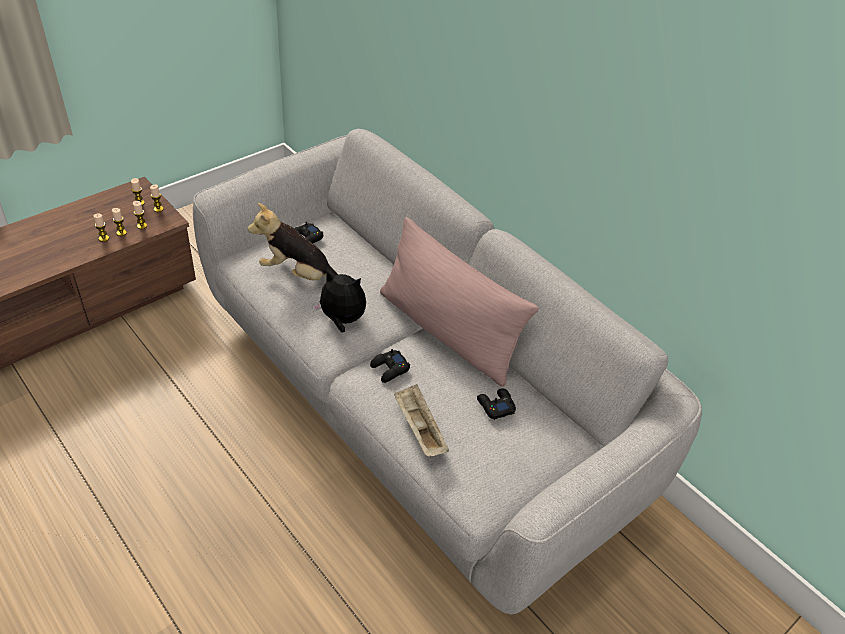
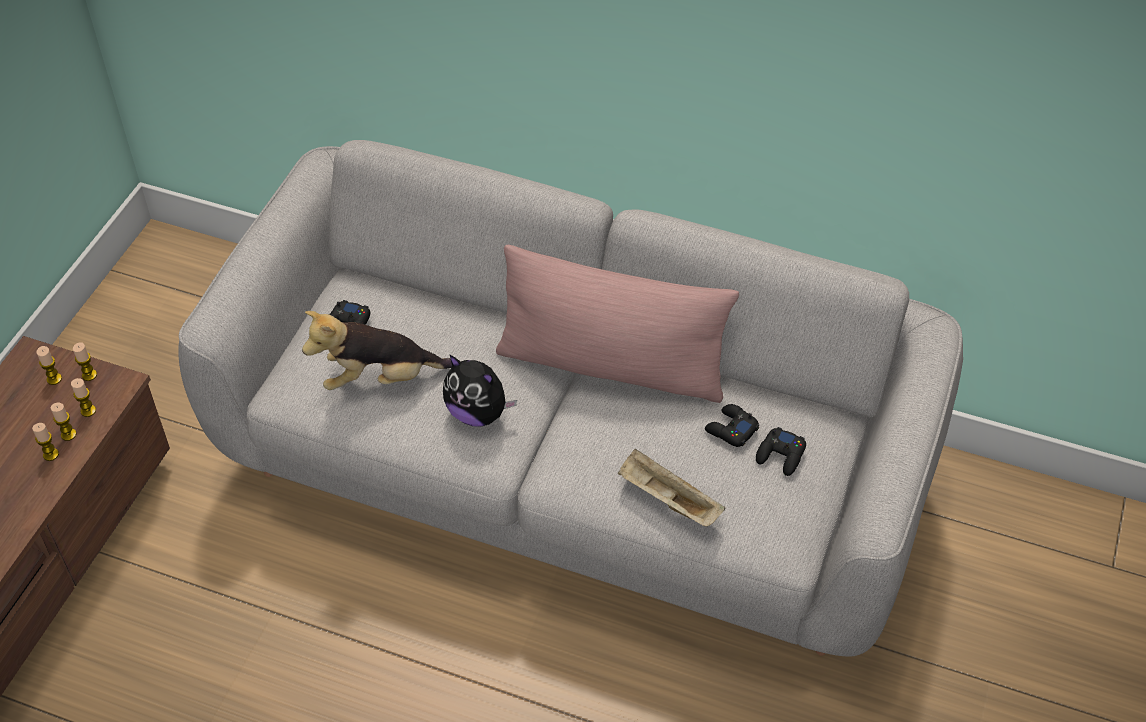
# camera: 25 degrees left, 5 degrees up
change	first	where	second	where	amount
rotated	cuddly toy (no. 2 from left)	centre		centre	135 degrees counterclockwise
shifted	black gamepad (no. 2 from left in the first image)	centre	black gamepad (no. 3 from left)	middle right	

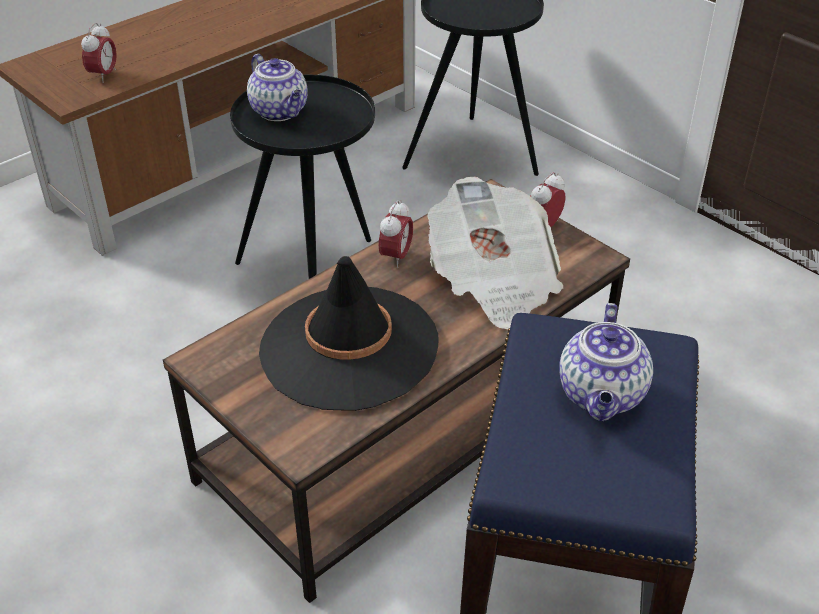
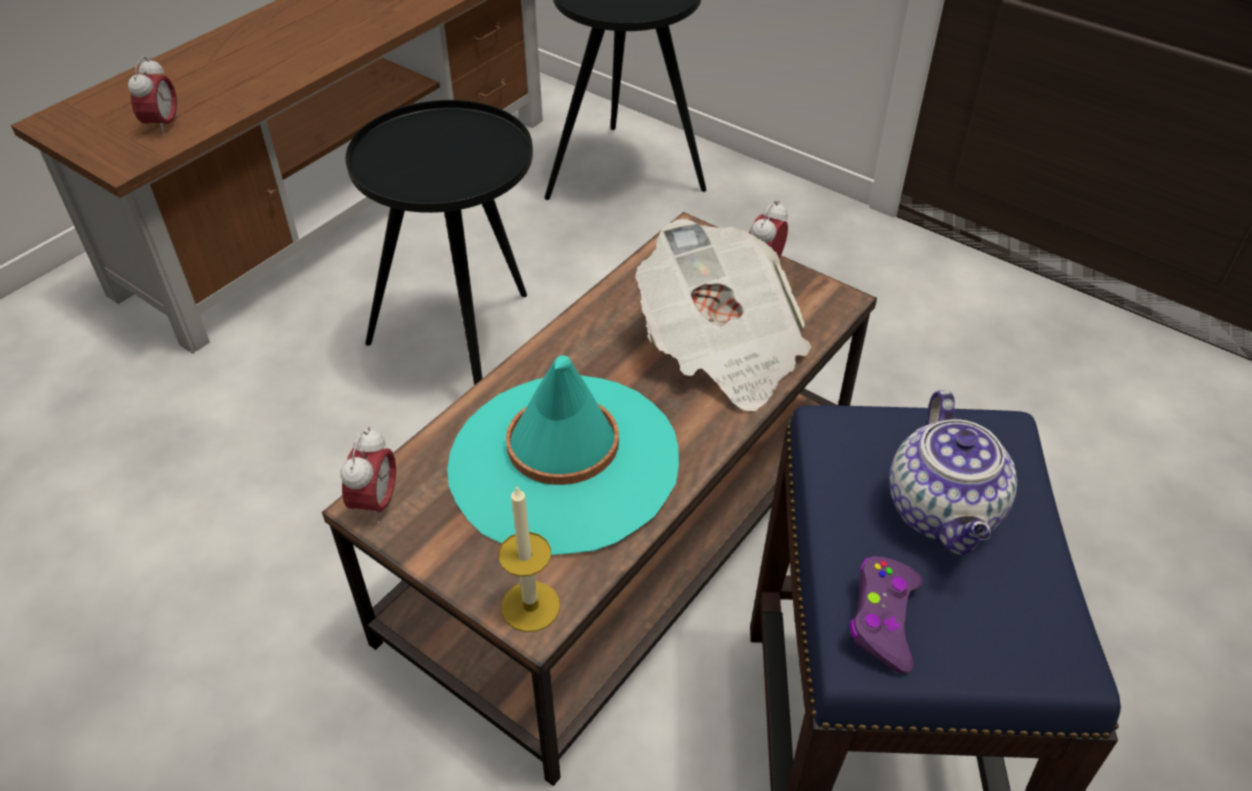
# camera: 10 degrees left, 5 degrees up
change	first	where	second	where	amount
shifted	bedside clock (no. 2 from left)	centre		middle left	
repainted	black hat	centre	turquoise hat	centre	
new			wax light	bottom centre	
new			purple gamepad	bottom right	
gone	teapot (no. 1 from left)	top centre			

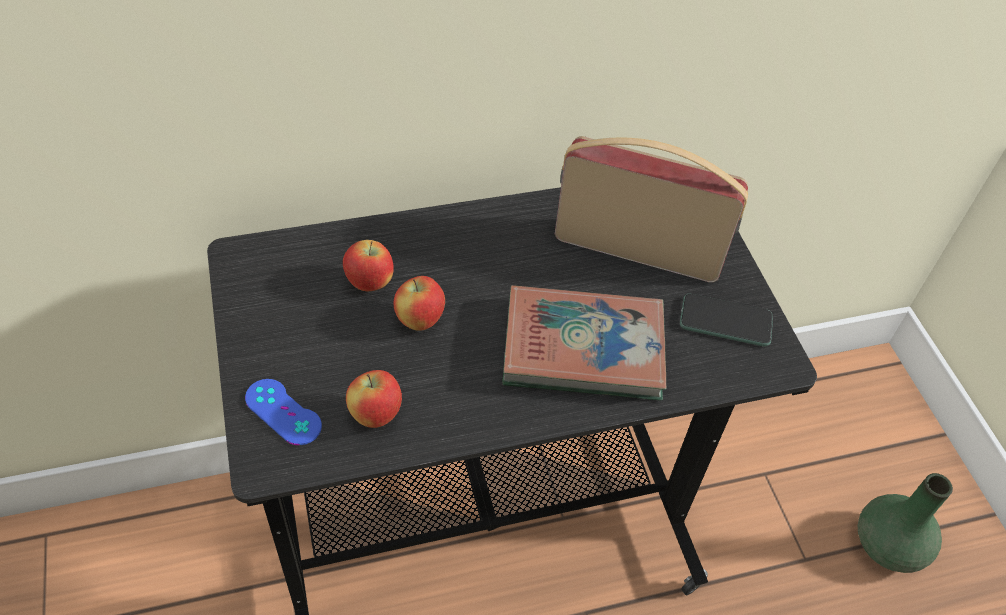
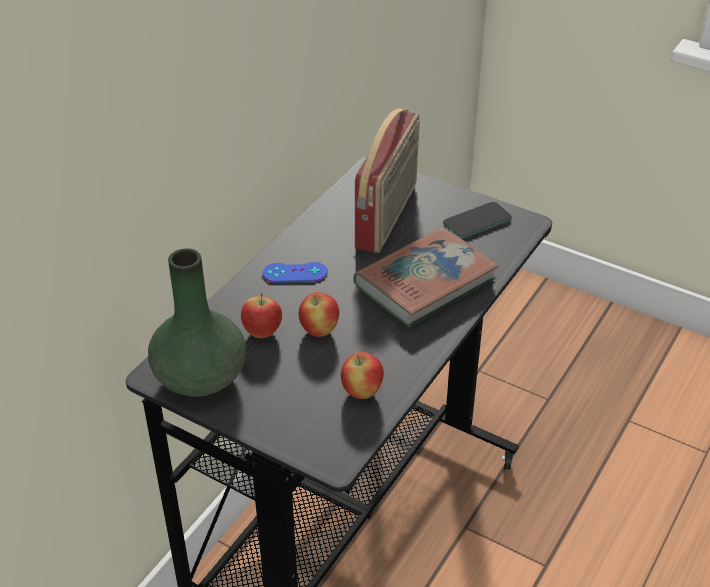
# camera: 40 degrees left, 10 degrees down
change	first	where	second	where	amount
shifted	green decorative vase	bottom right		middle left	
shifted	blue gamepad	bottom left		centre	
rotated	radio	centre		top centre	135 degrees clockwise

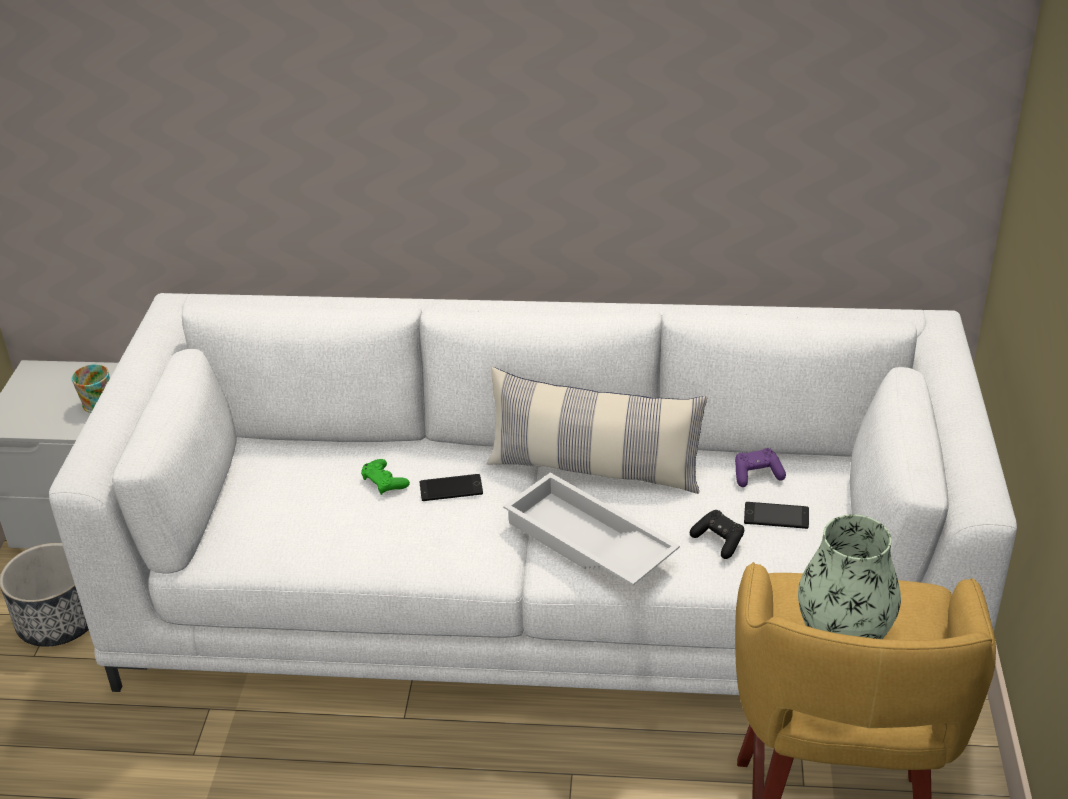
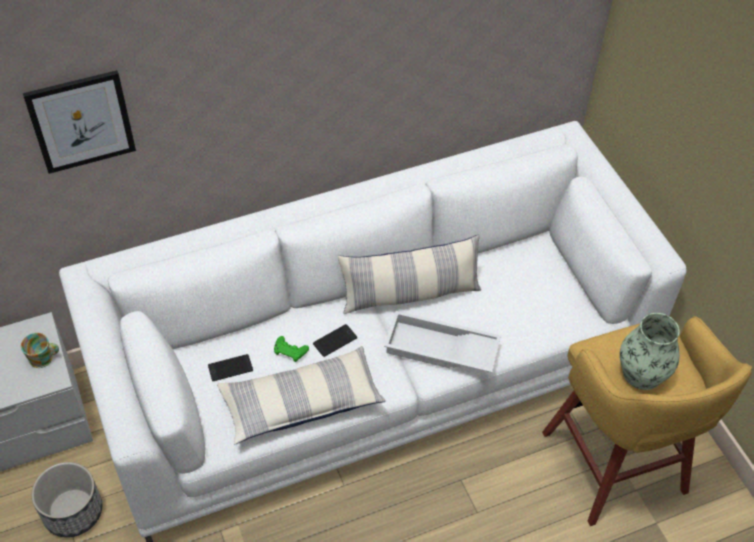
# camera: 30 degrees left, 15 degrees up
change	first	where	second	where	amount
new			wall picture	top left	
shifted	handset (no. 2 from left in the first image)	middle right	handset (no. 1 from left)	bottom left	
new			cushion (no. 1 from left)	bottom centre	
gone	black gamepad	bottom right			
gone	purple gamepad	middle right			

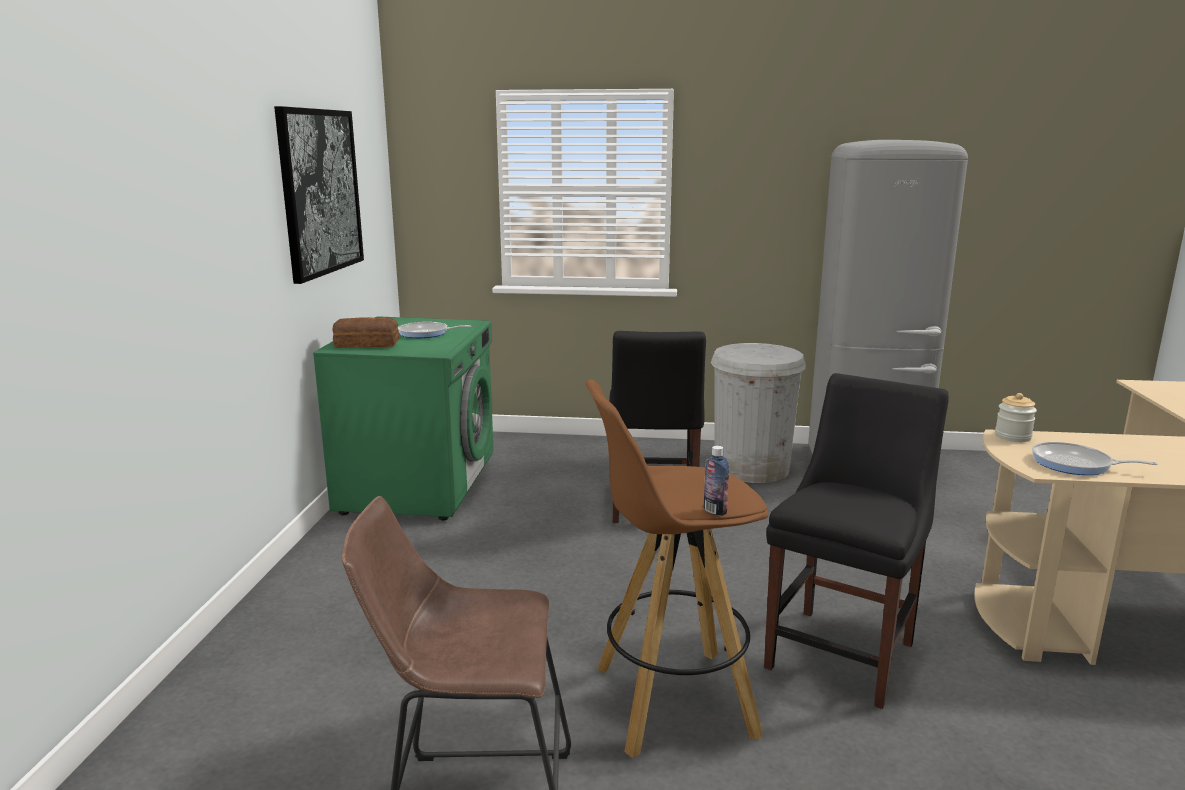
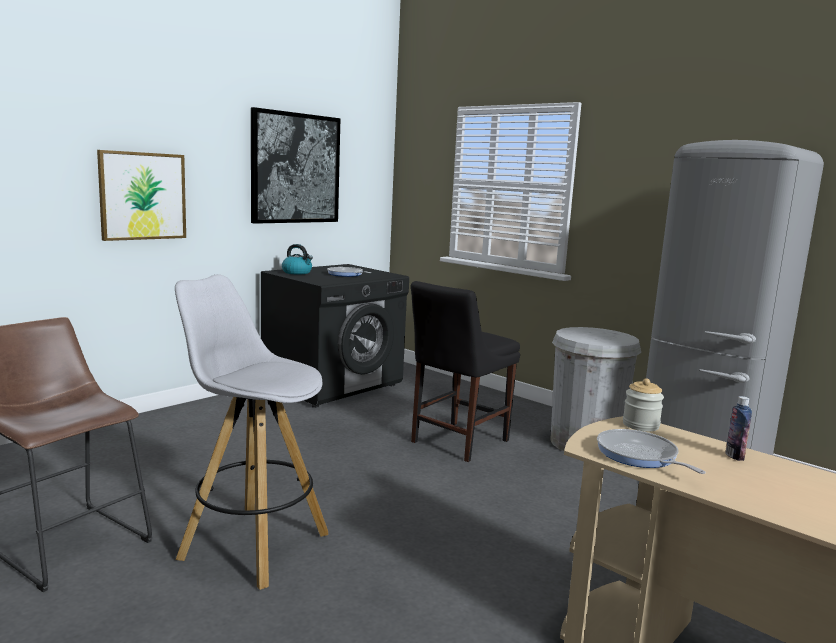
# camera: 35 degrees right, 5 degrees down
change	first	where	second	where	amount
new			wall picture (no. 1 from left)	top left	
repainted	brown-coloured sitting stool (no. 2 from left)	bottom centre	white sitting stool	bottom left	
repainted	green laundry machine	centre	black laundry machine	centre	
swapped	bread	middle left	kettle	centre	
shifted	beverage bottle	centre		middle right	
gone	black plain chair (no. 2 from left)	bottom right			

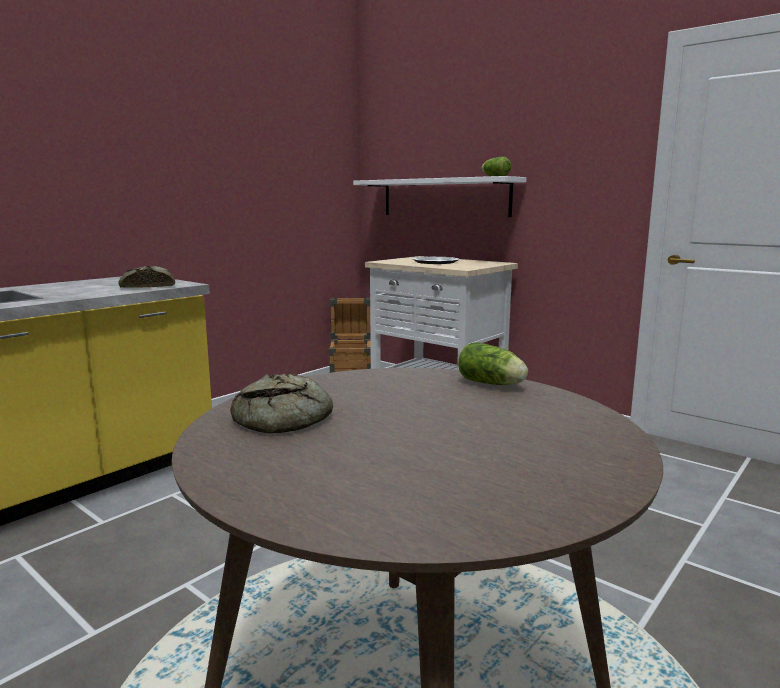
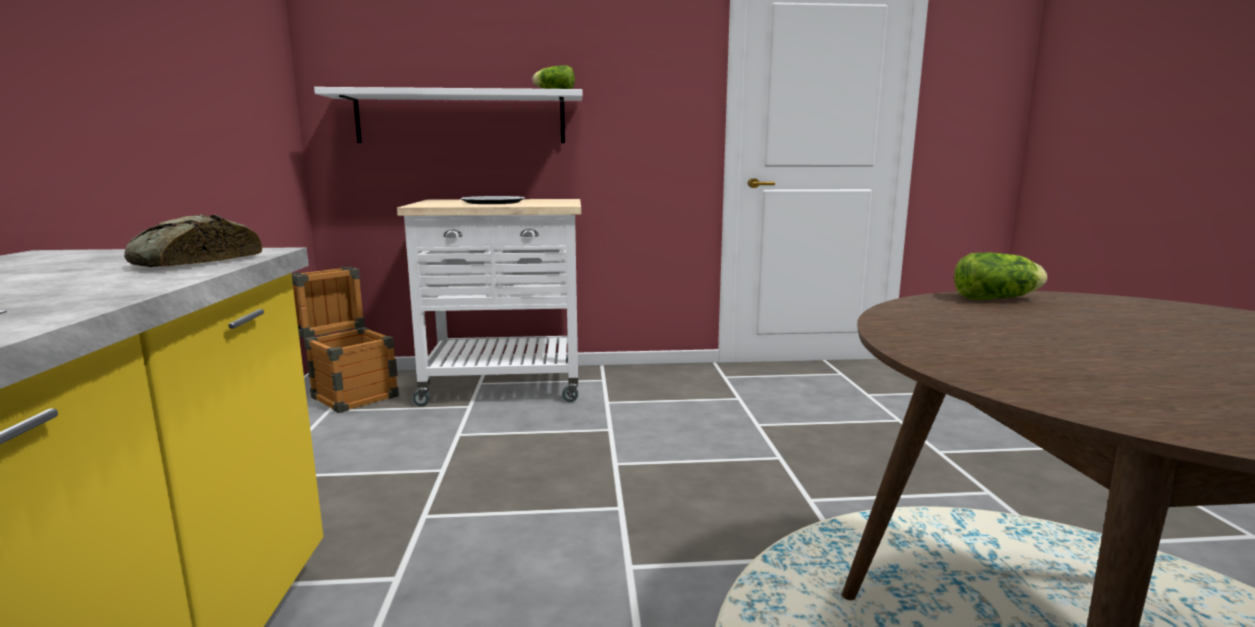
# camera: 45 degrees left, 0 degrees up
change	first	where	second	where	amount
gone	bread (no. 2 from left)	centre			

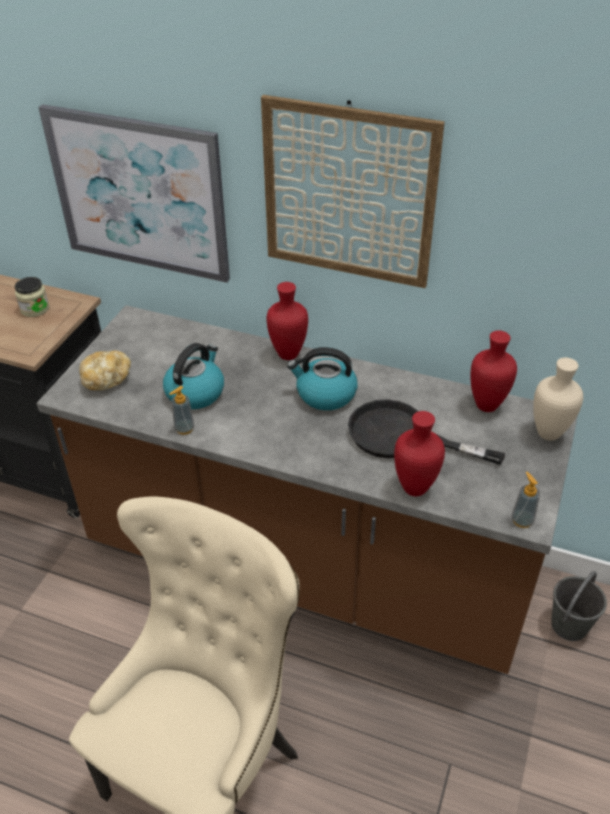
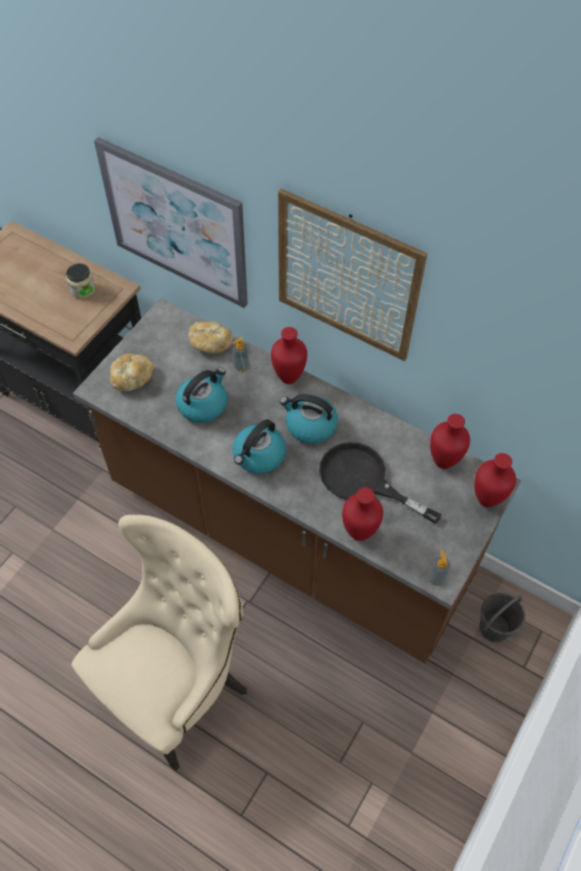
# camera: 10 degrees right, 15 degrees up
change	first	where	second	where	amount
new			bread (no. 2 from left)	centre	
shifted	soap bottle (no. 1 from left)	middle left		centre	
new			kettle (no. 2 from left)	centre	
repainted	sand-coloured decorative vase	middle right	red-coloured decorative vase (no. 4 from left)	middle right	

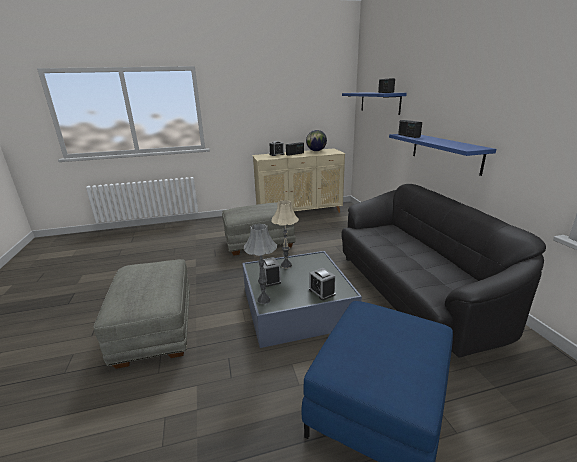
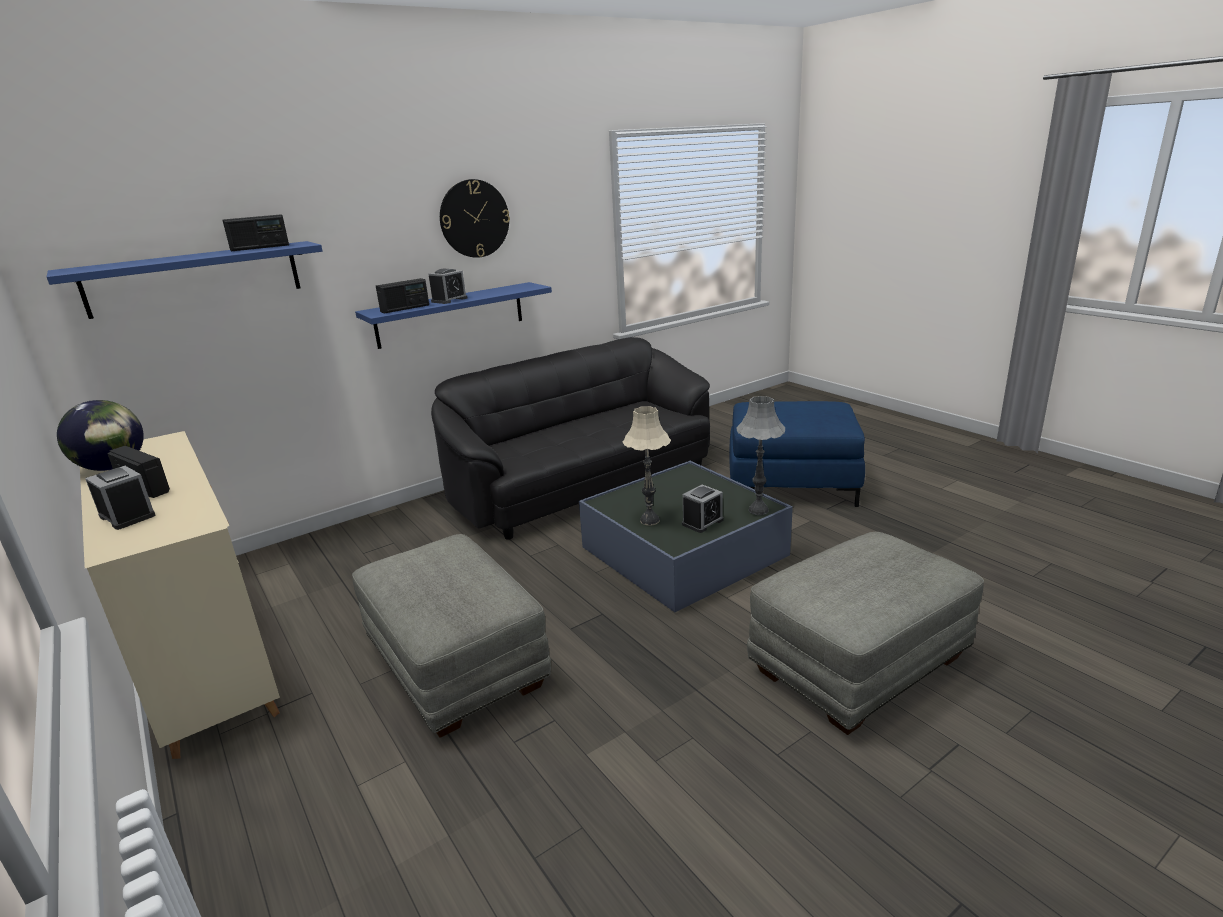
# camera: 110 degrees left, 0 degrees up
change	first	where	second	where	amount
shifted	bedside clock (no. 3 from left in the first image)	centre	bedside clock (no. 2 from left)	top centre	
new			wall clock	top centre	

